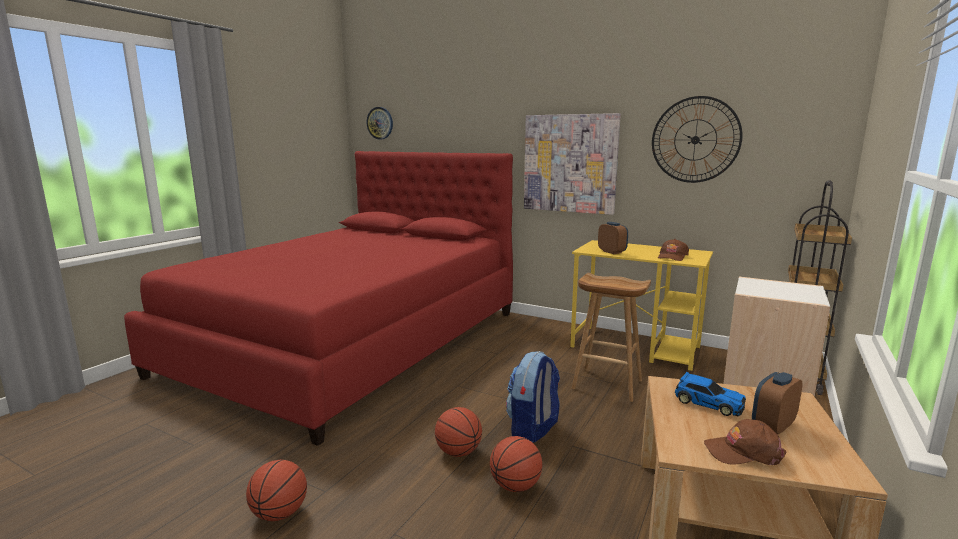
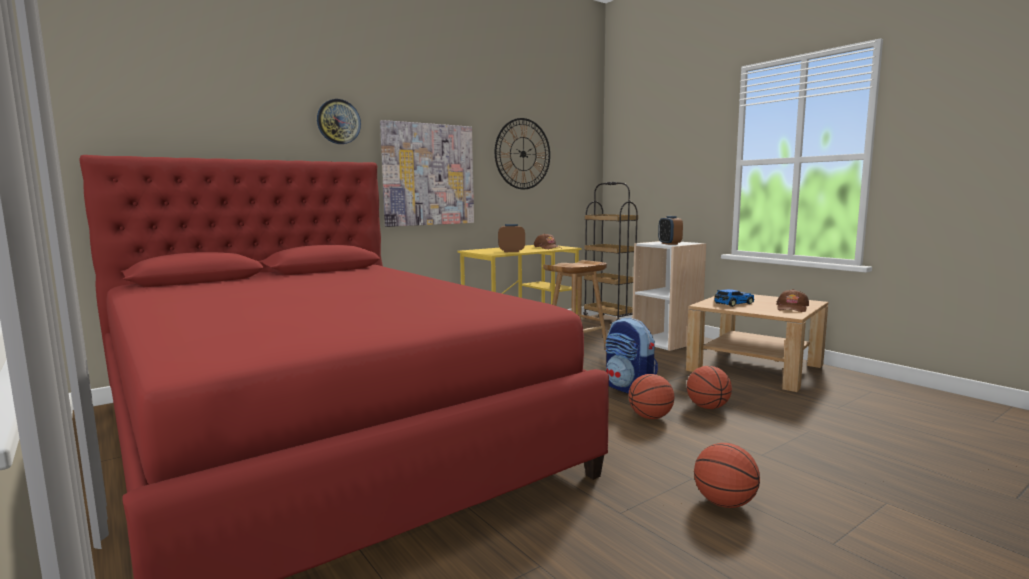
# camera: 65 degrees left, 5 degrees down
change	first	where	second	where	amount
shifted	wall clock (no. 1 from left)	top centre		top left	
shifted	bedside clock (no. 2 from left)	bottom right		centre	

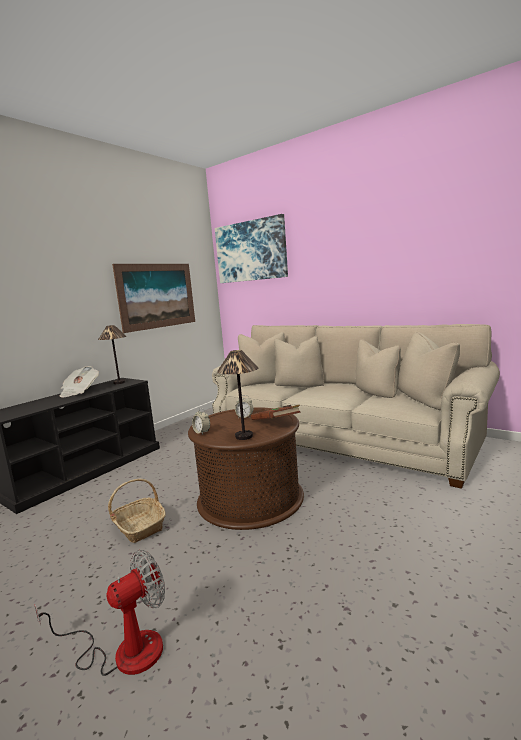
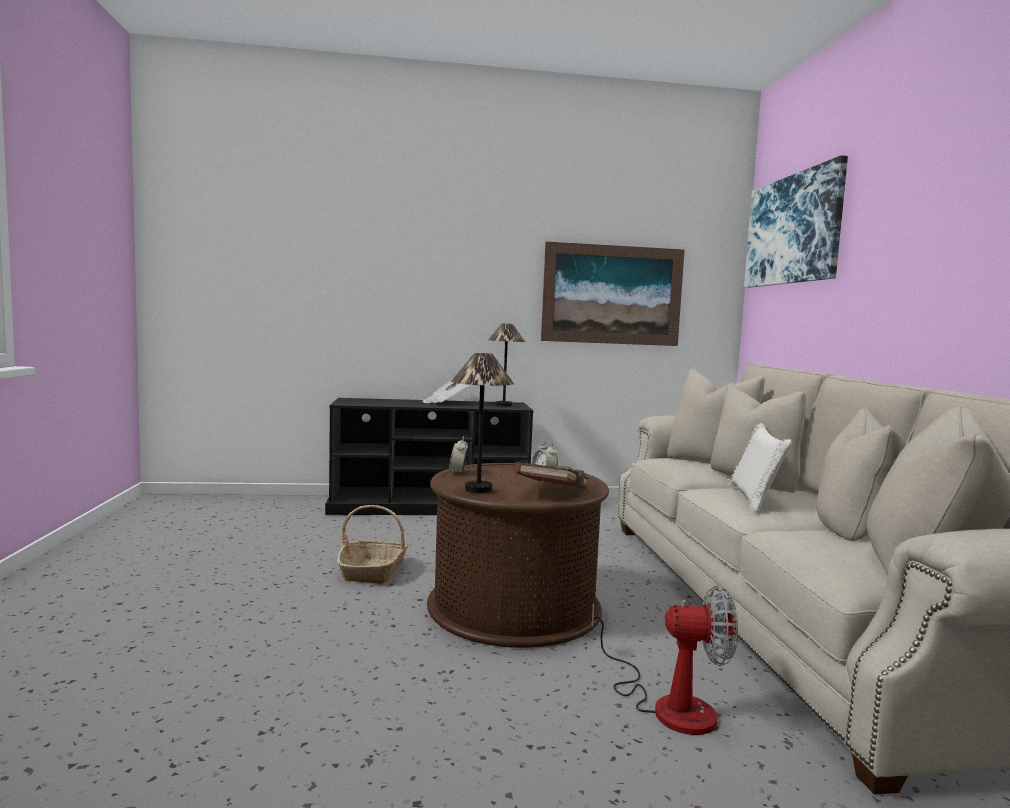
# camera: 45 degrees right, 5 degrees down
change	first	where	second	where	amount
shifted	electric fan	bottom left		bottom centre	
new			white cushion	middle right	

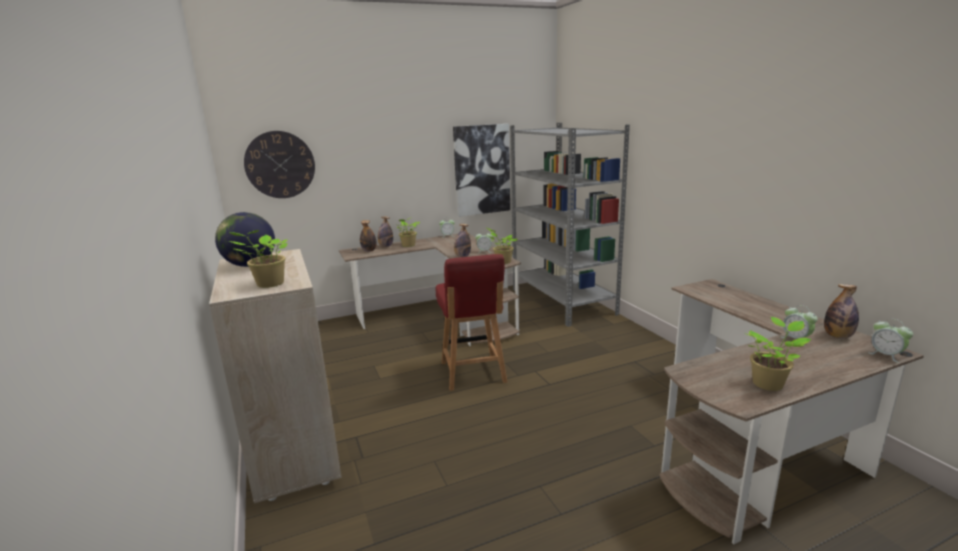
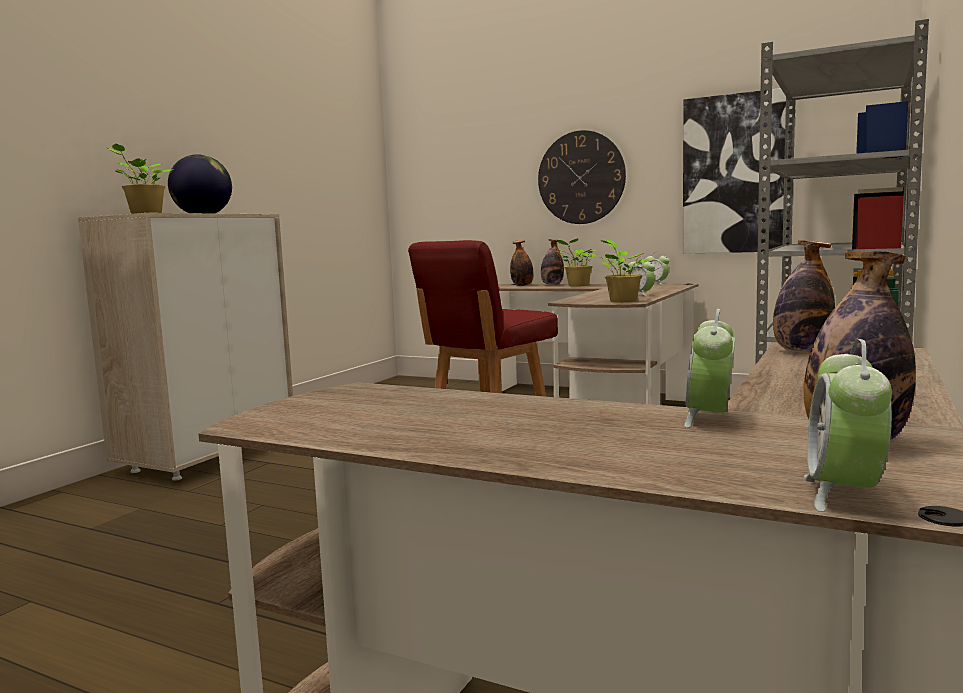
# camera: 50 degrees right, 10 degrees down
change	first	where	second	where	amount
shifted	wall clock	top left		top centre	
shifted	beverage bottle (no. 3 from left)	centre		middle right	
gone	plant in a pot (no. 4 from left)	middle right			

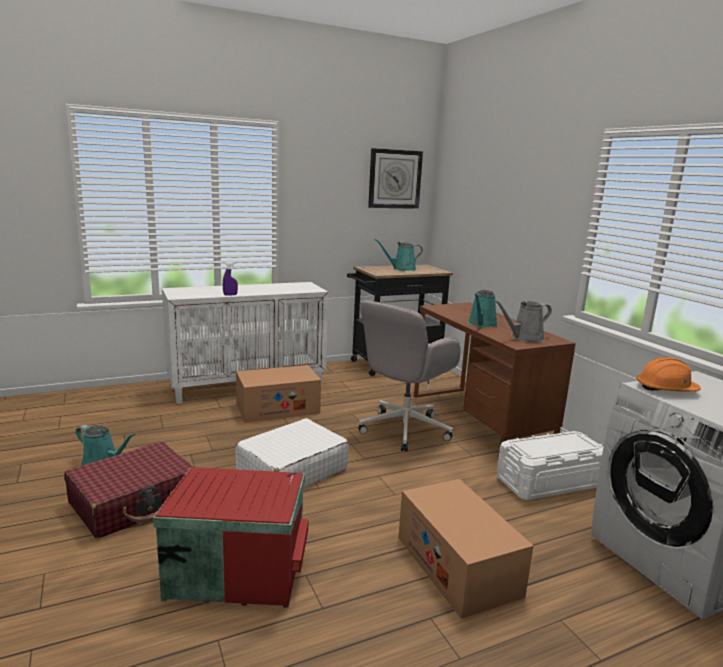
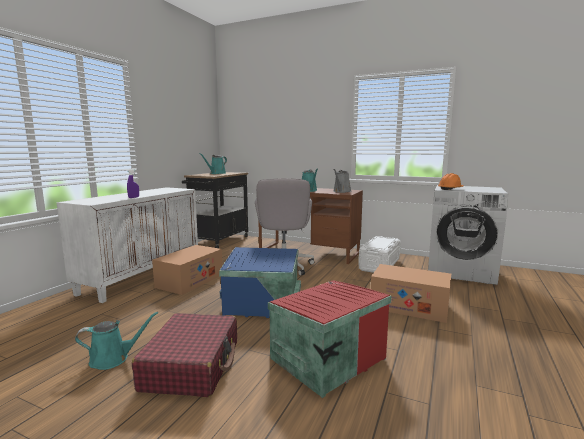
# camera: 40 degrees left, 5 degrees down
change	first	where	second	where	amount
swapped	white travel case	bottom centre	blue storage container	centre	
gone	wall clock	top centre			

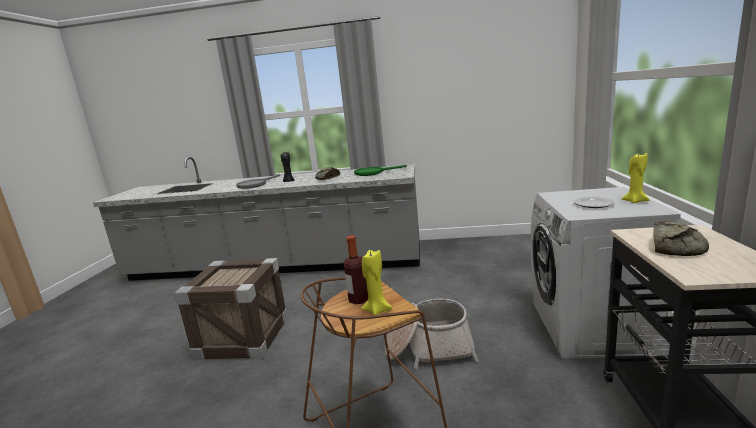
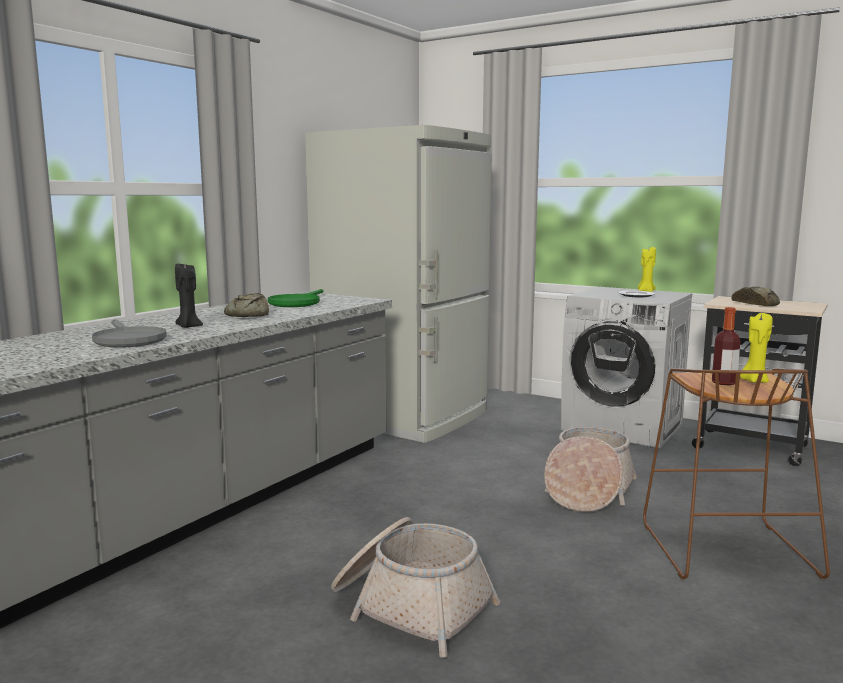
# camera: 65 degrees left, 5 degrees down
change	first	where	second	where	amount
new			white fridge	centre	
swapped	crate	bottom left	storage basket (no. 1 from left)	bottom centre	

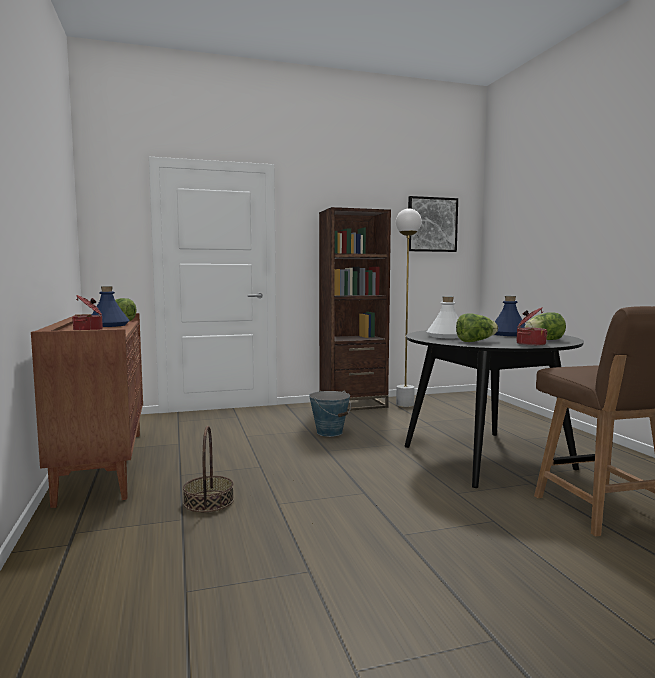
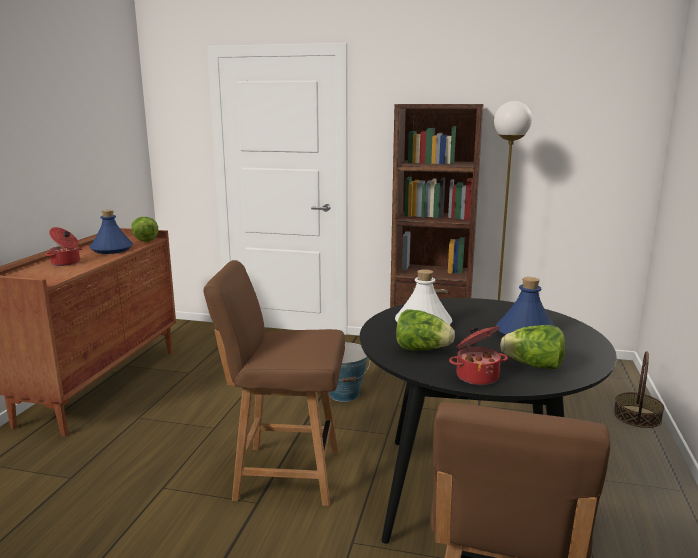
# camera: 30 degrees right, 10 degrees up
change	first	where	second	where	amount
new			brown-coloured plain chair (no. 1 from left)	bottom centre	
shifted	storage basket	bottom left		bottom right	
gone	wall picture	top centre			

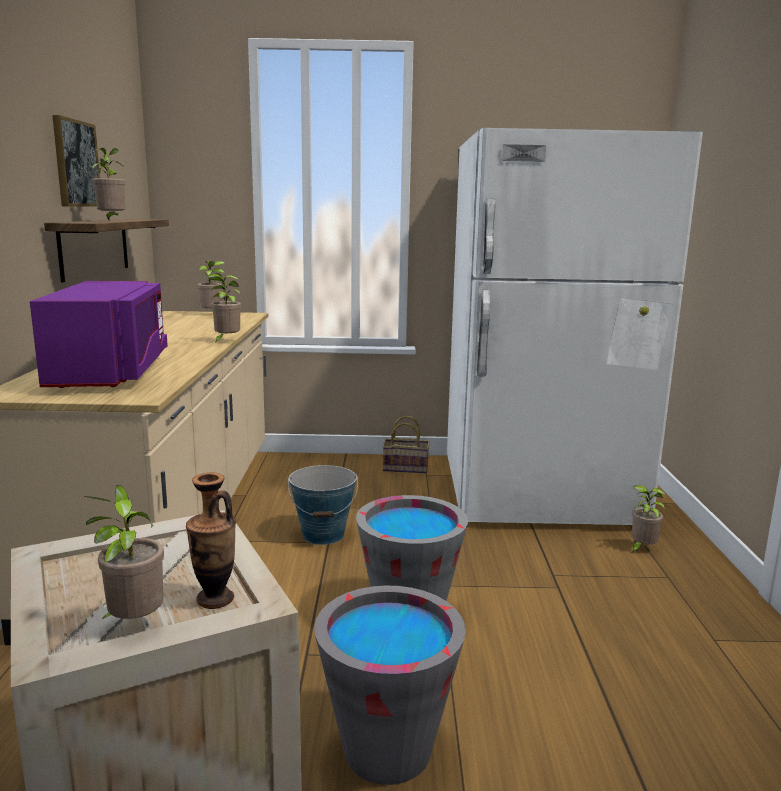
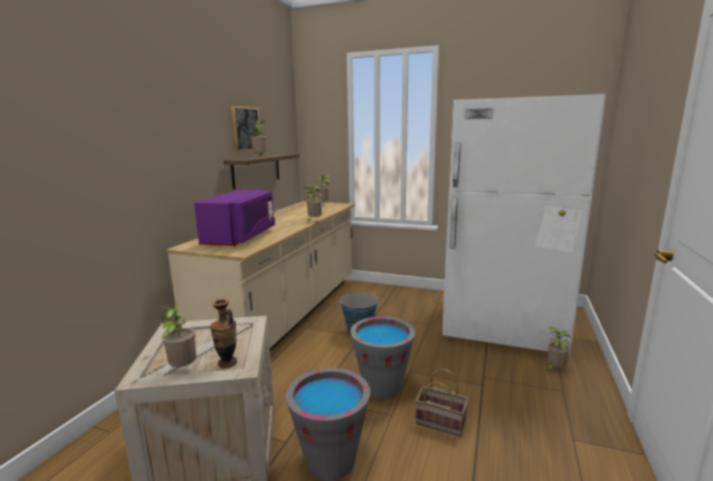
# camera: 20 degrees right, 0 degrees up
change	first	where	second	where	amount
shifted	storage basket	centre		bottom centre	

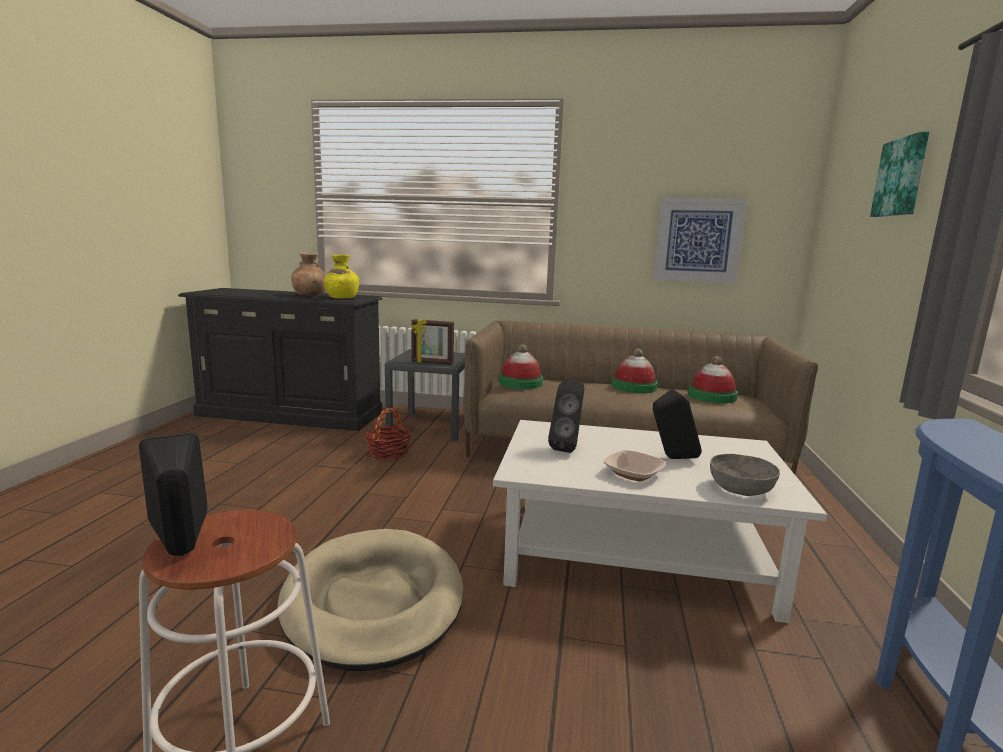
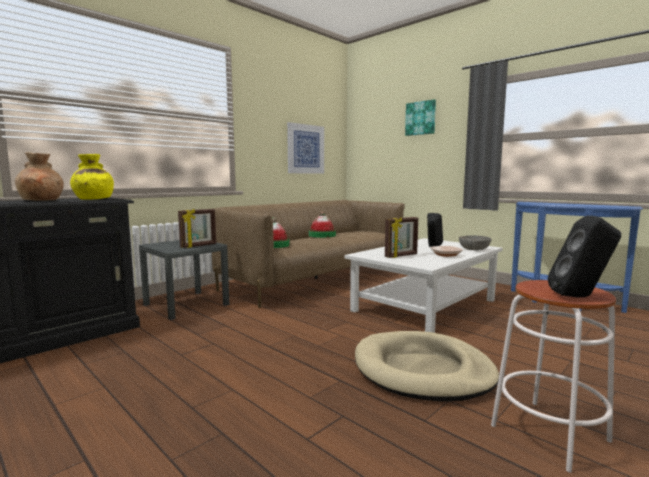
# camera: 55 degrees left, 5 degrees down
change	first	where	second	where	amount
swapped	black loudspeaker (no. 2 from left)	centre	picture frame (no. 2 from left)	centre	
gone	storage basket	centre			
gone	hat (no. 3 from left)	middle right			

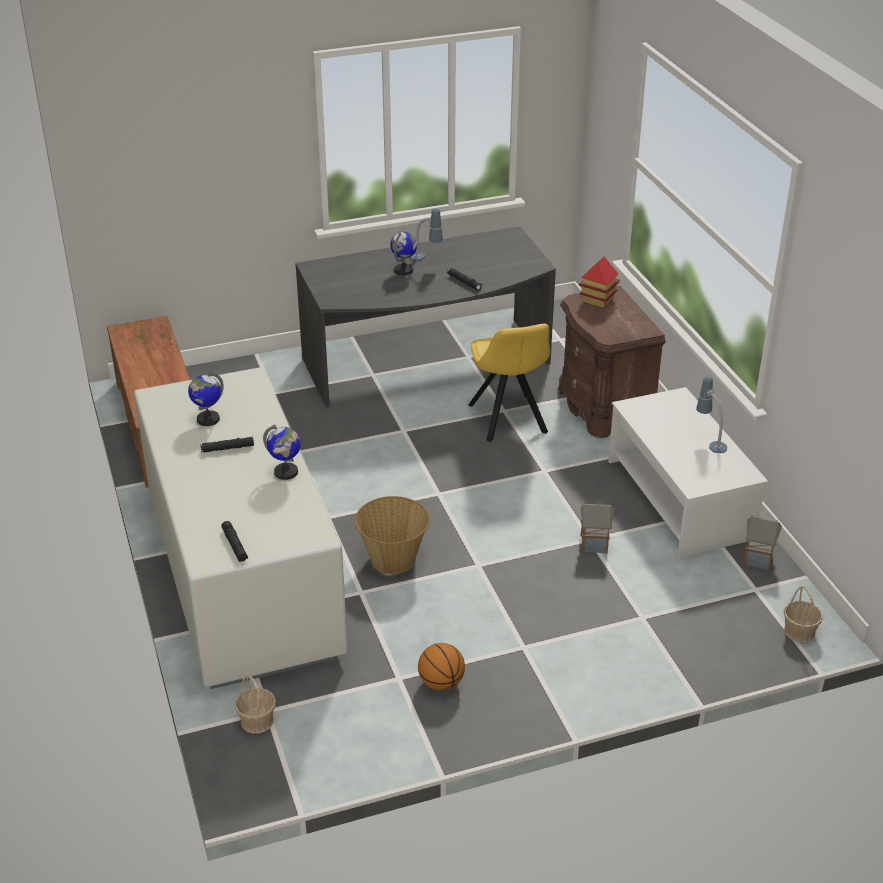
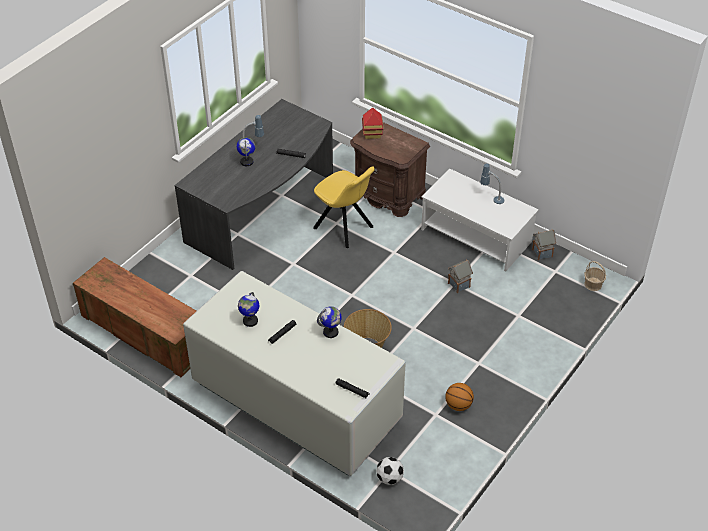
# camera: 35 degrees left, 10 degrees up
change	first	where	second	where	amount
swapped	storage basket (no. 1 from left)	bottom left	ball for football	bottom centre	

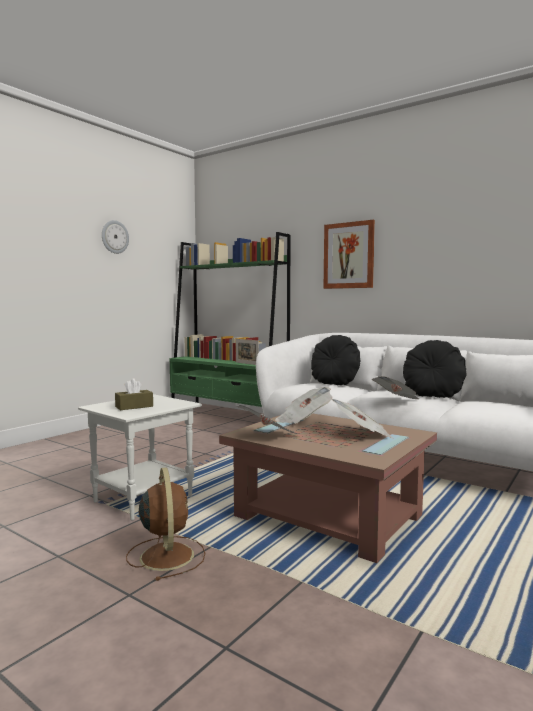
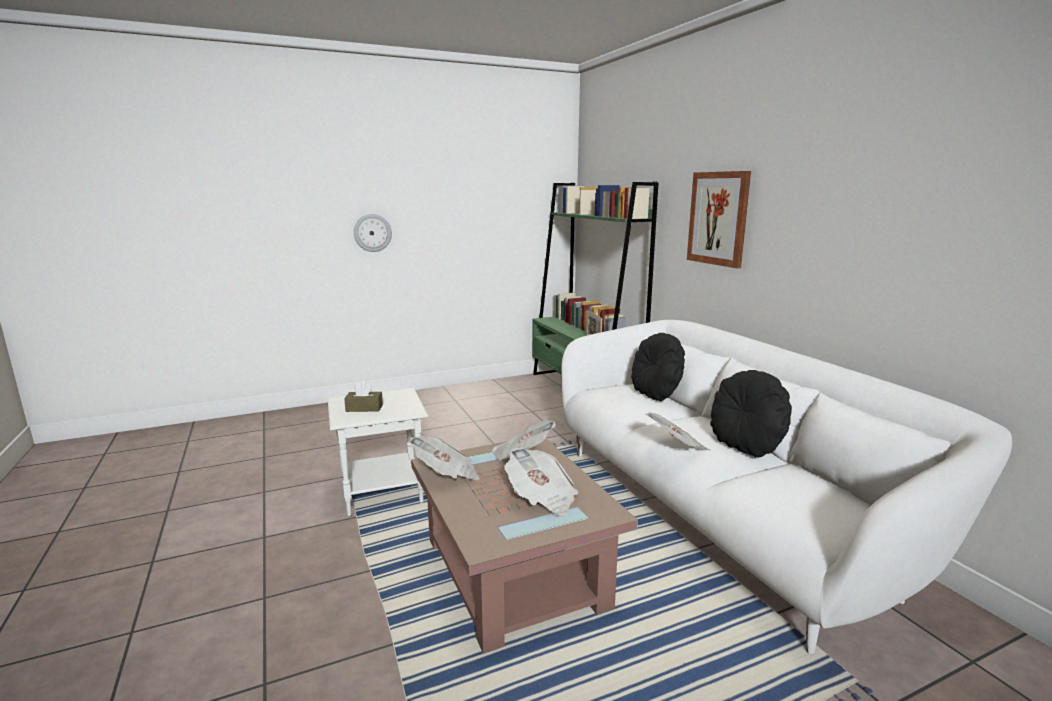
# camera: 30 degrees right, 10 degrees up
change	first	where	second	where	amount
shifted	wall clock	middle left		top centre	
gone	brown-coloured electric fan	bottom left			

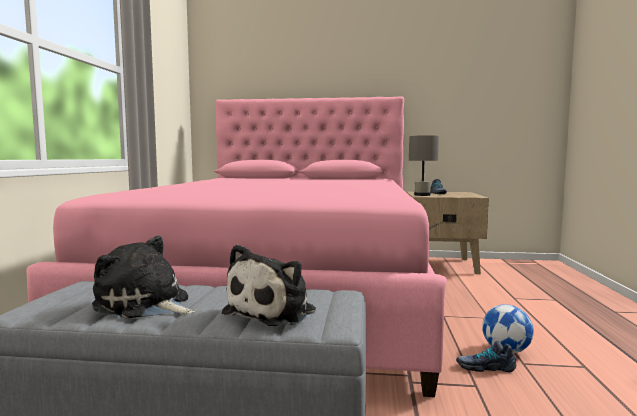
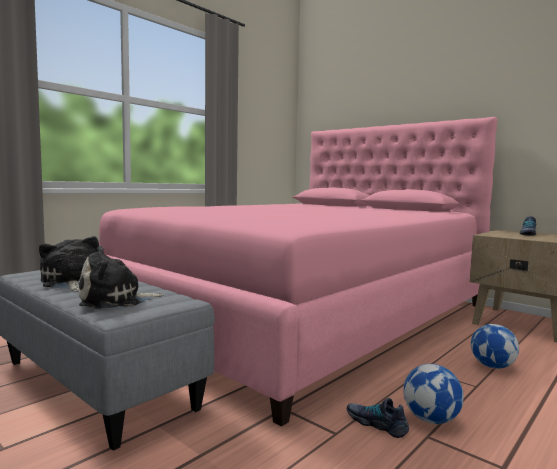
# camera: 35 degrees right, 0 degrees up
change	first	where	second	where	amount
new			ball for football (no. 2 from left)	bottom right	
gone	gray lamp for a table	centre			

